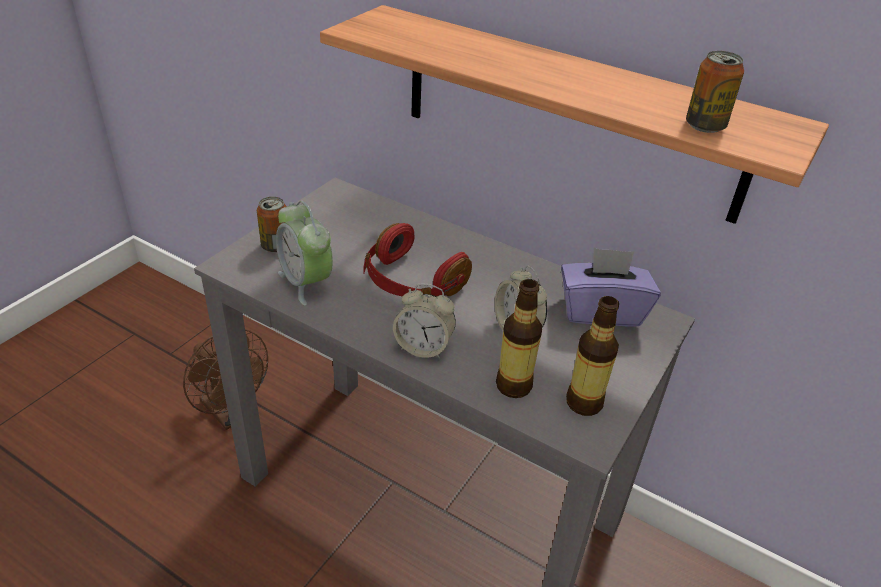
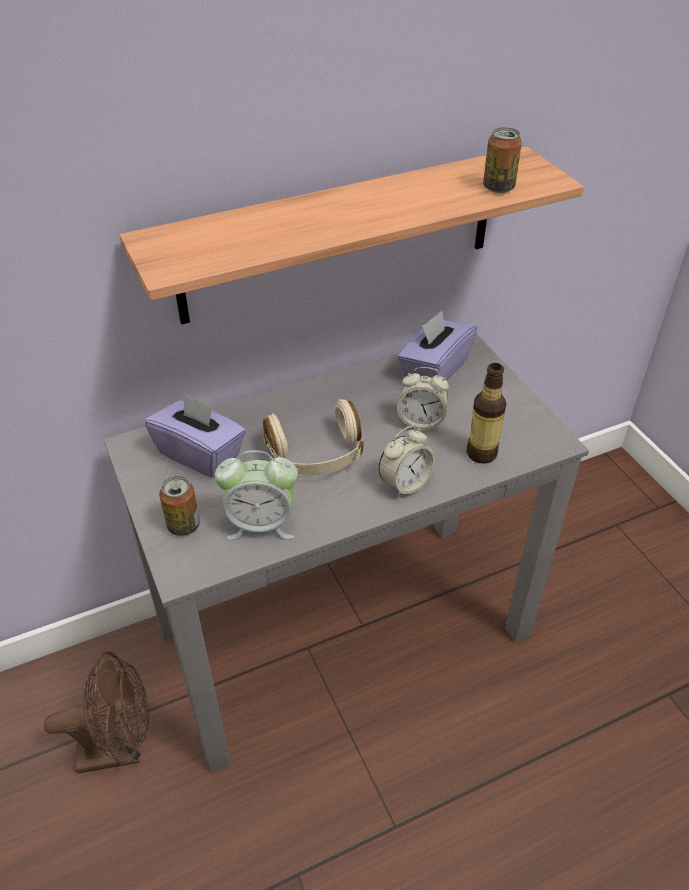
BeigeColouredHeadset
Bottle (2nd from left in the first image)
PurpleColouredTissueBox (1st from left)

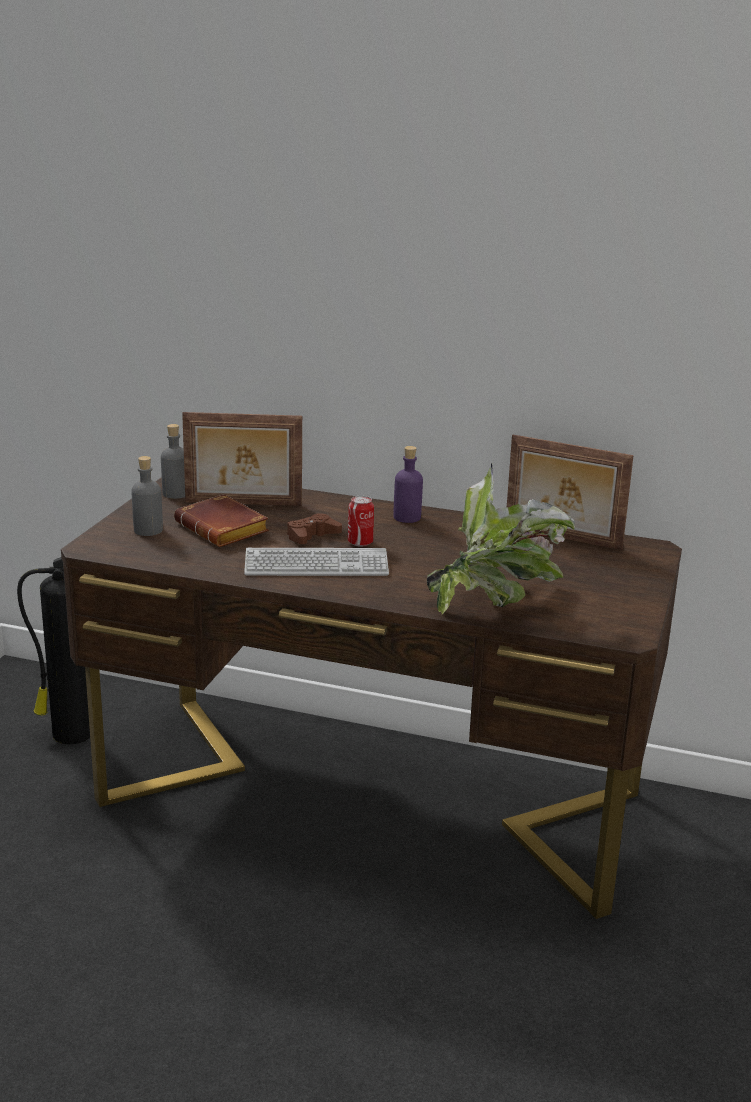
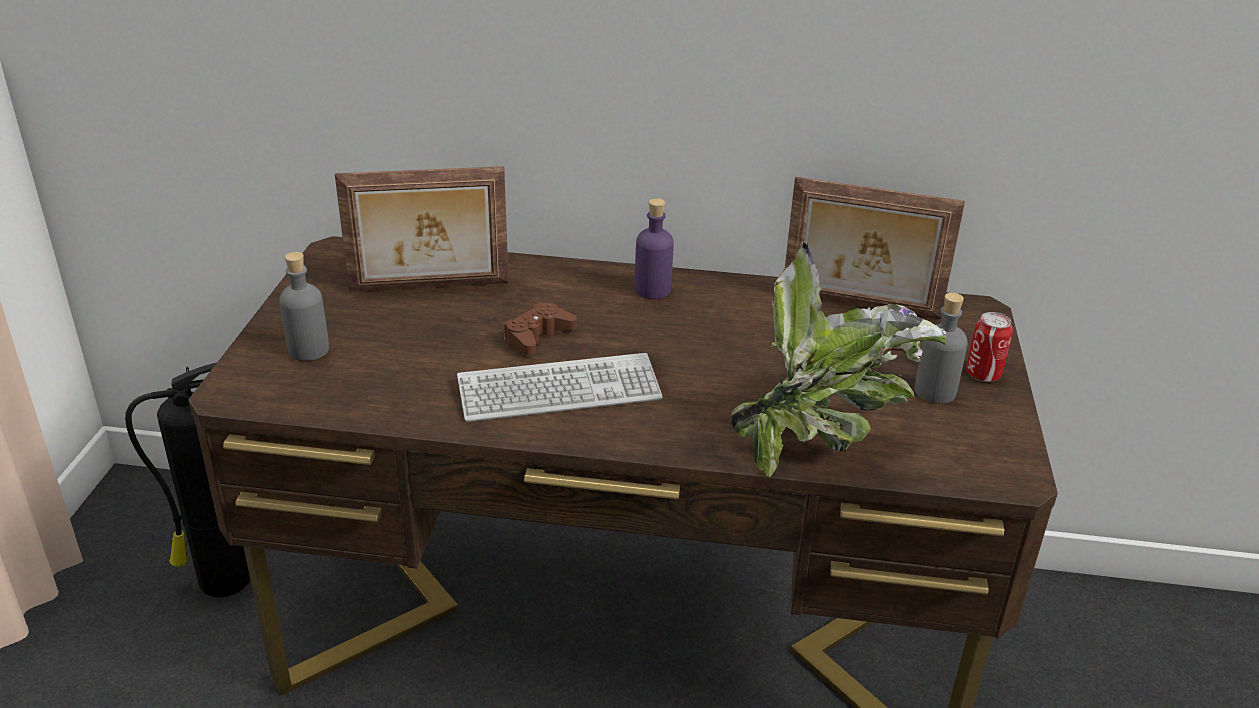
GrayBottle (2nd from left)
BrownishBoundBook
SealedCan

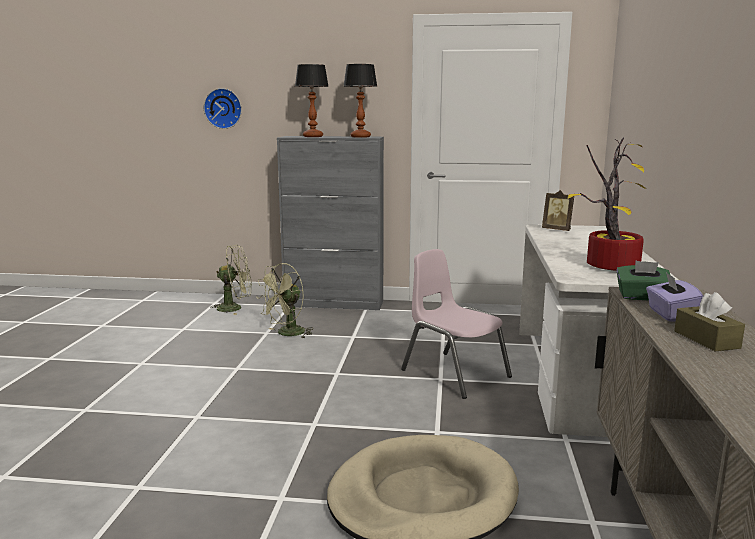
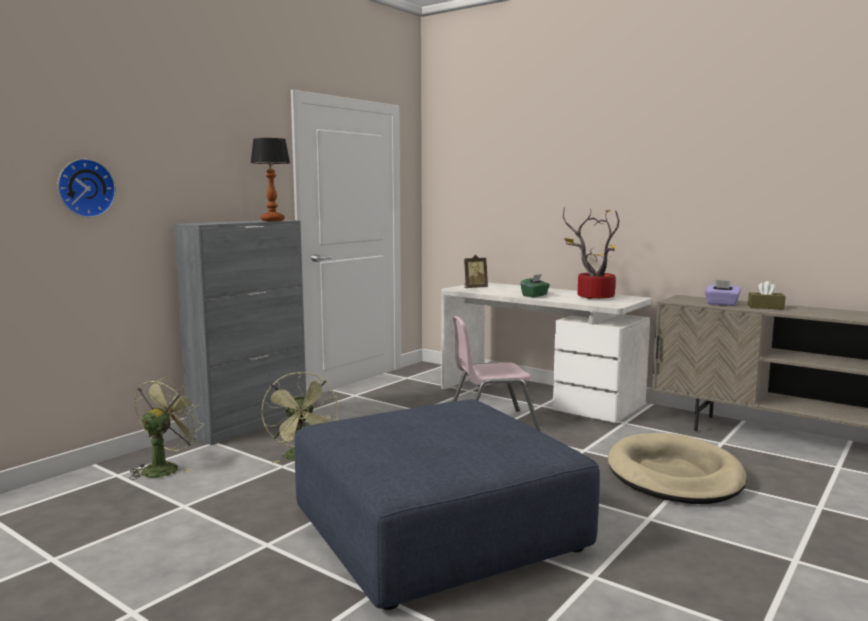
TableLamp (1st from left in the first image)
GreenishTissueBox
BlueOttoman

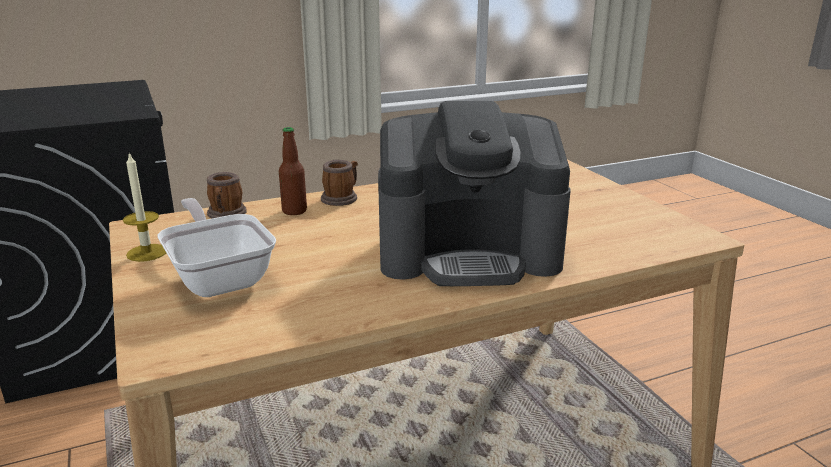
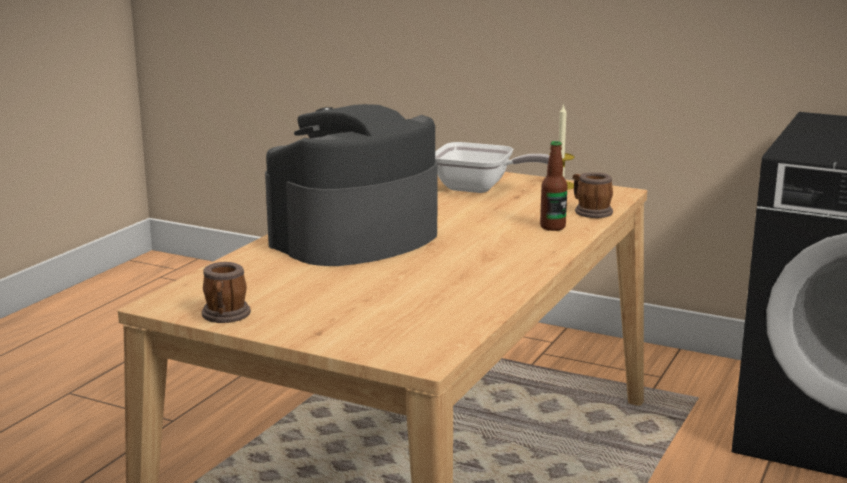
CoffeeMug (1st from left)

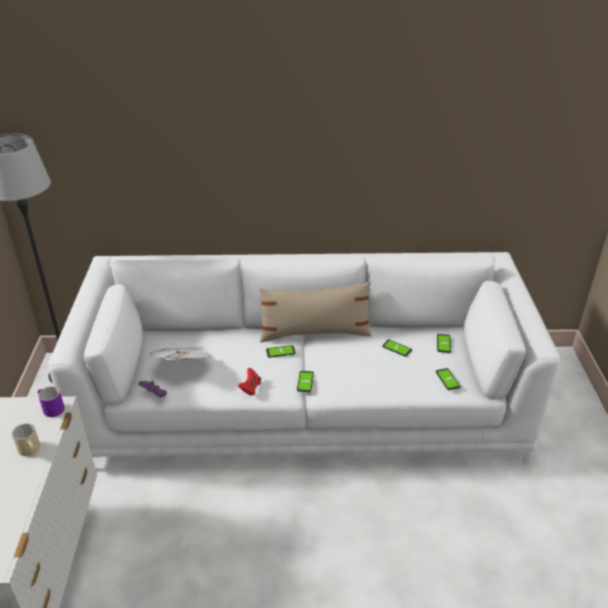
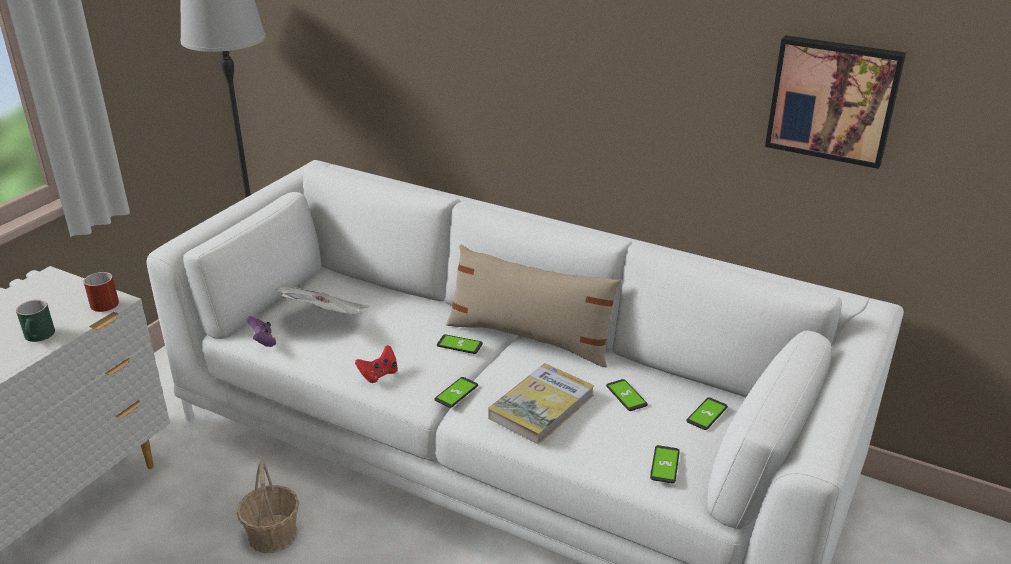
GreenishCoffeeMug
RedColouredCoffeeMug
StorageBasket
BoundBook
Picture

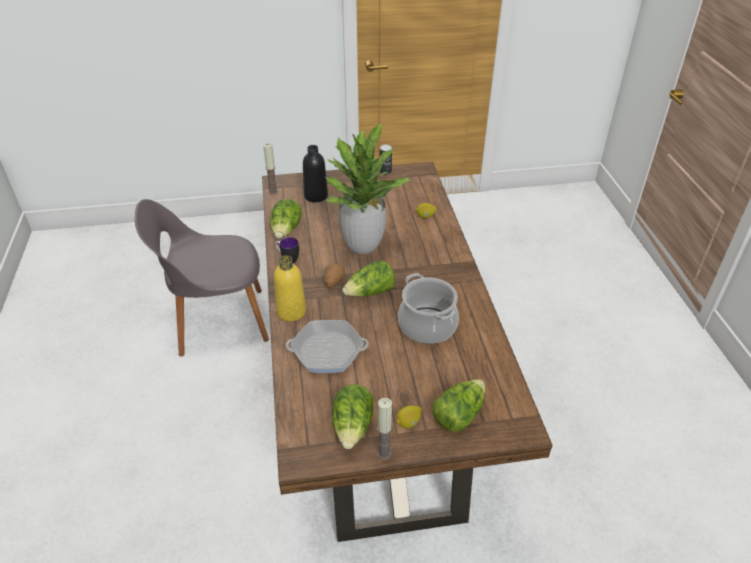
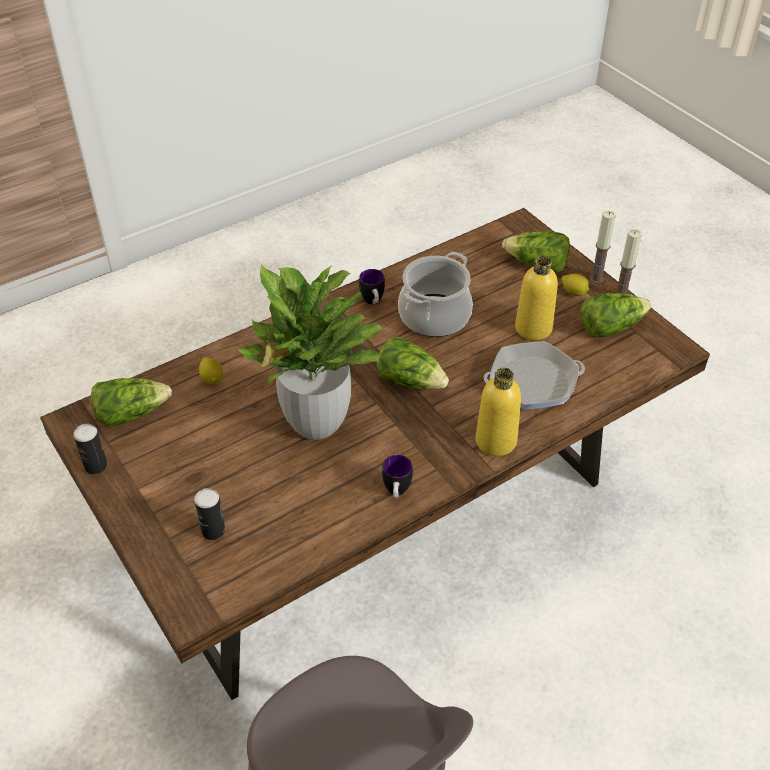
WaxCandle (1st from left)
Lettuce (1st from left)
Skillet
SealedCan (2nd from left)
Spud
CoffeeMug (1st from left)
YellowishBottle (2nd from left)

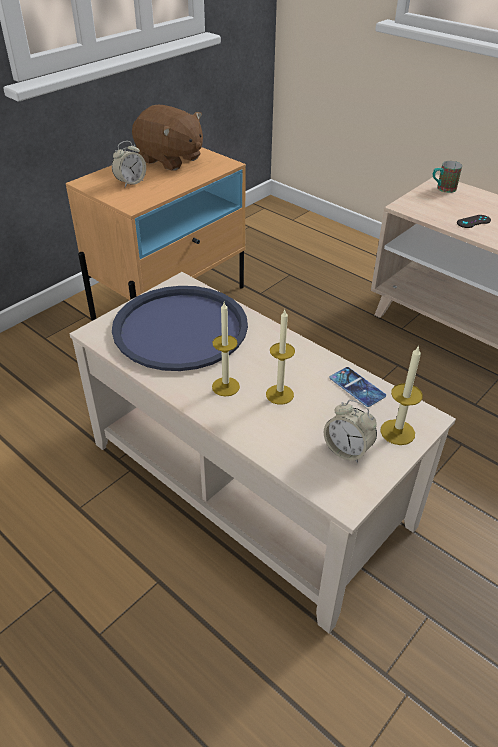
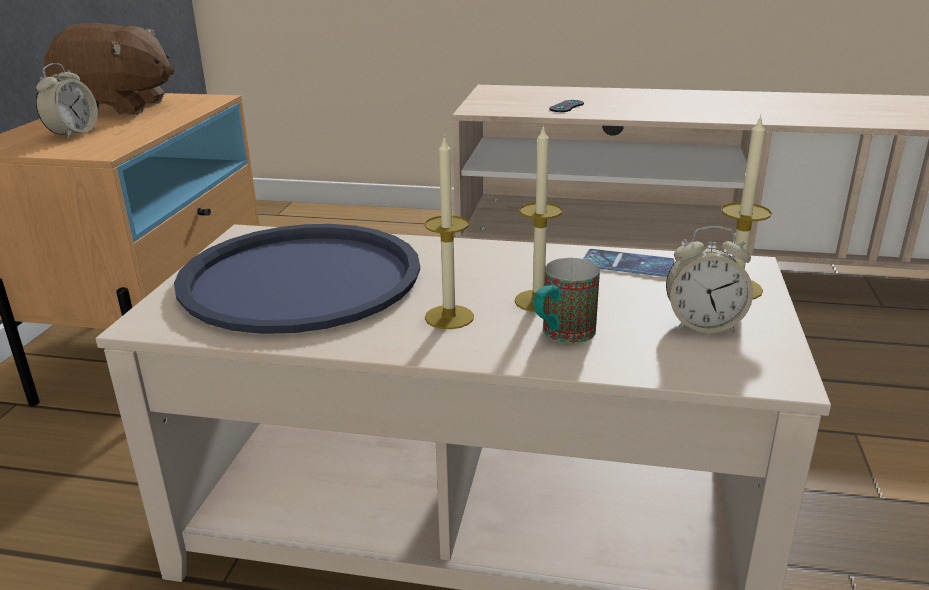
CoffeeMug

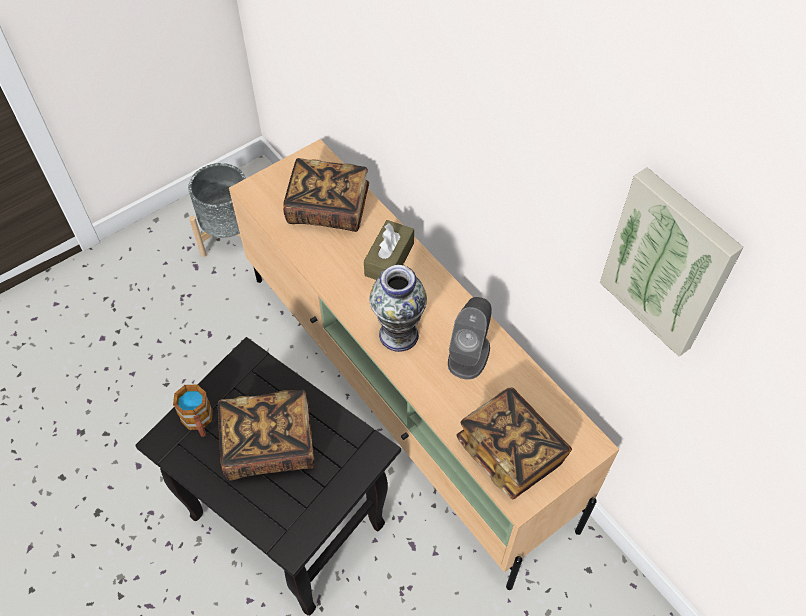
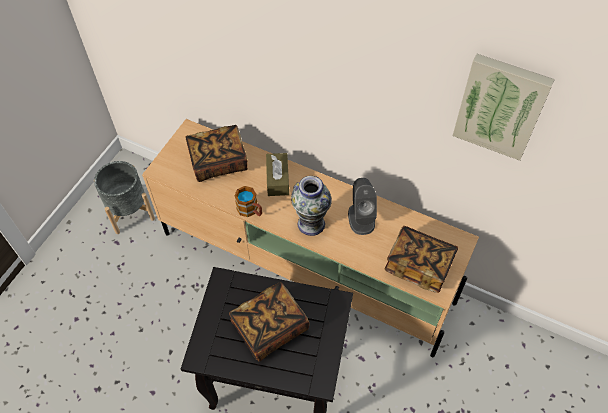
CoffeeMug

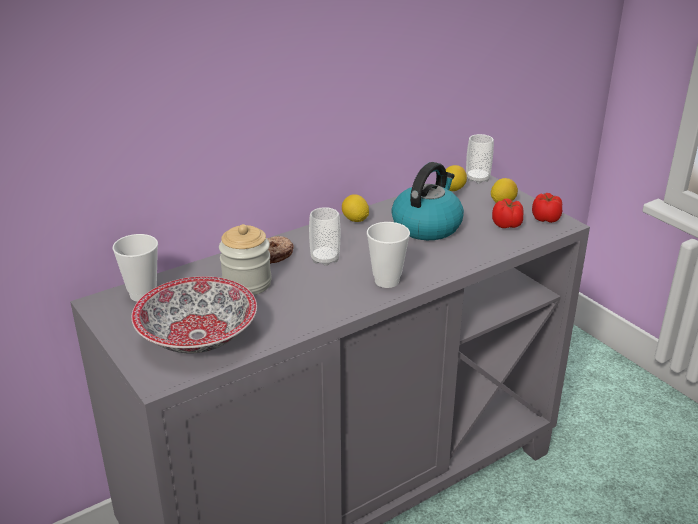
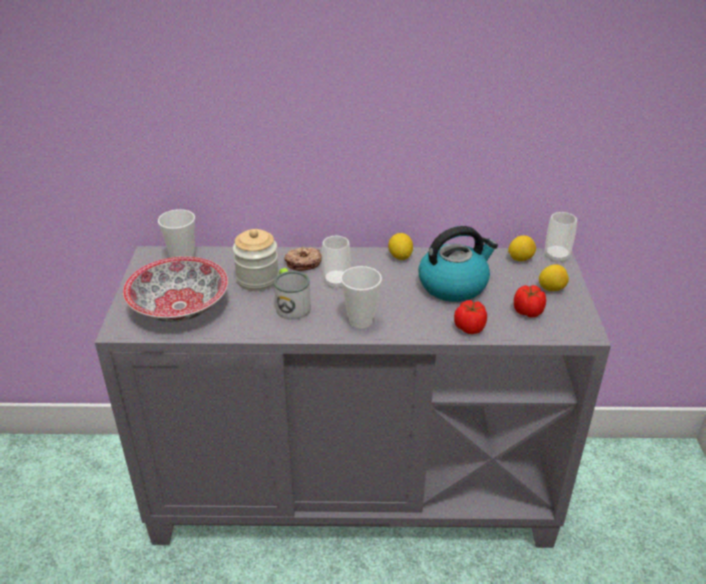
WholeTomato (1st from left)
CoffeeMug

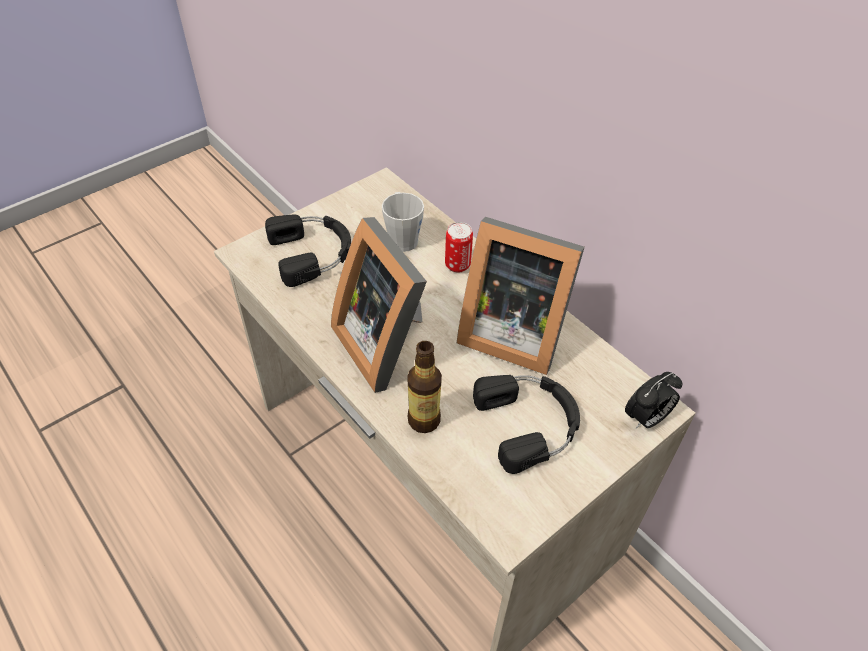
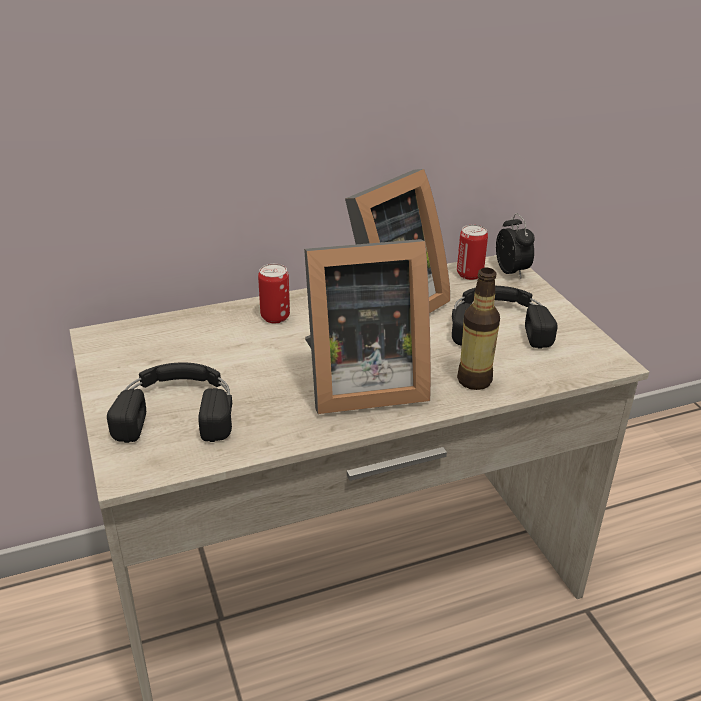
GrayCoffeeMug
SealedCan (2nd from left)

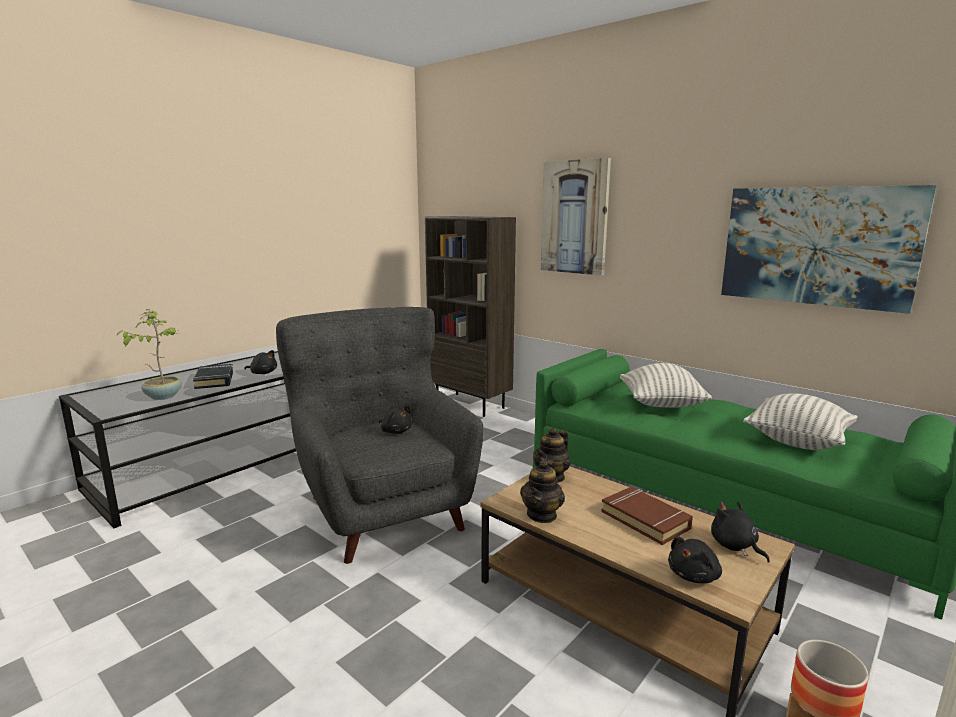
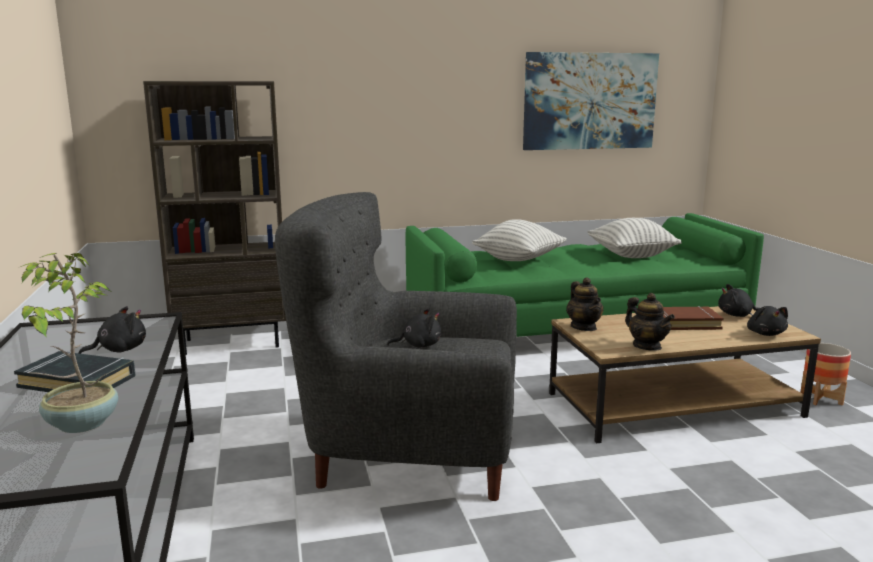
Picture (1st from left in the first image)

